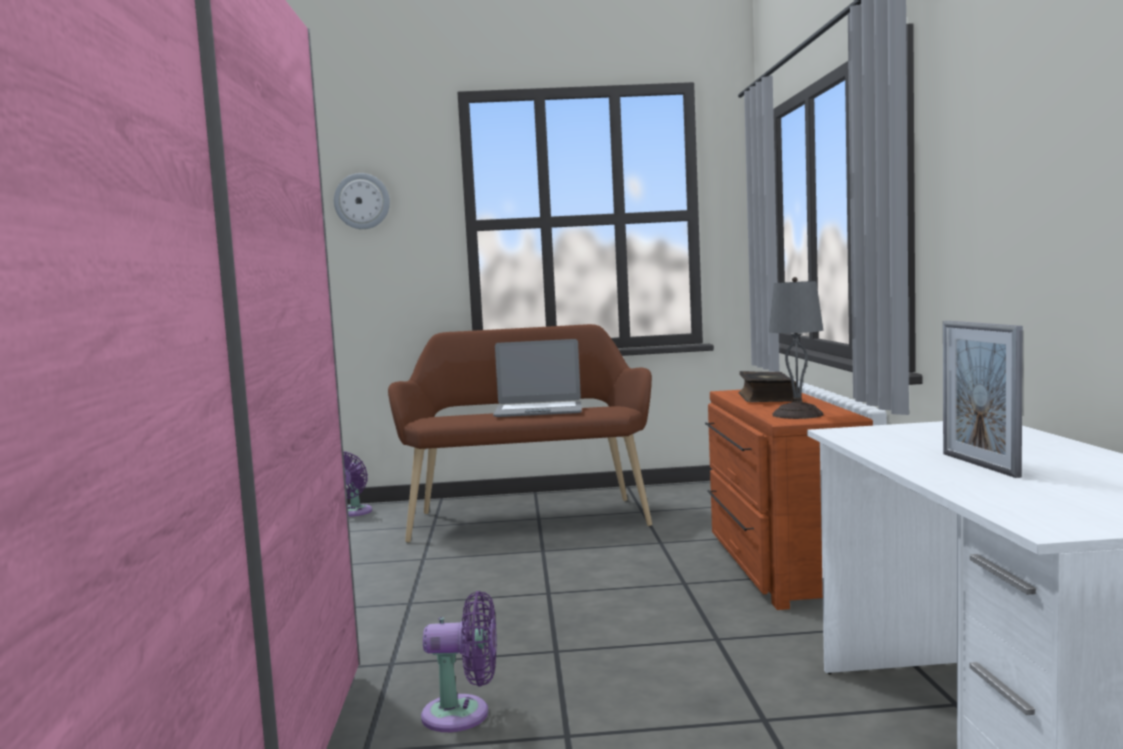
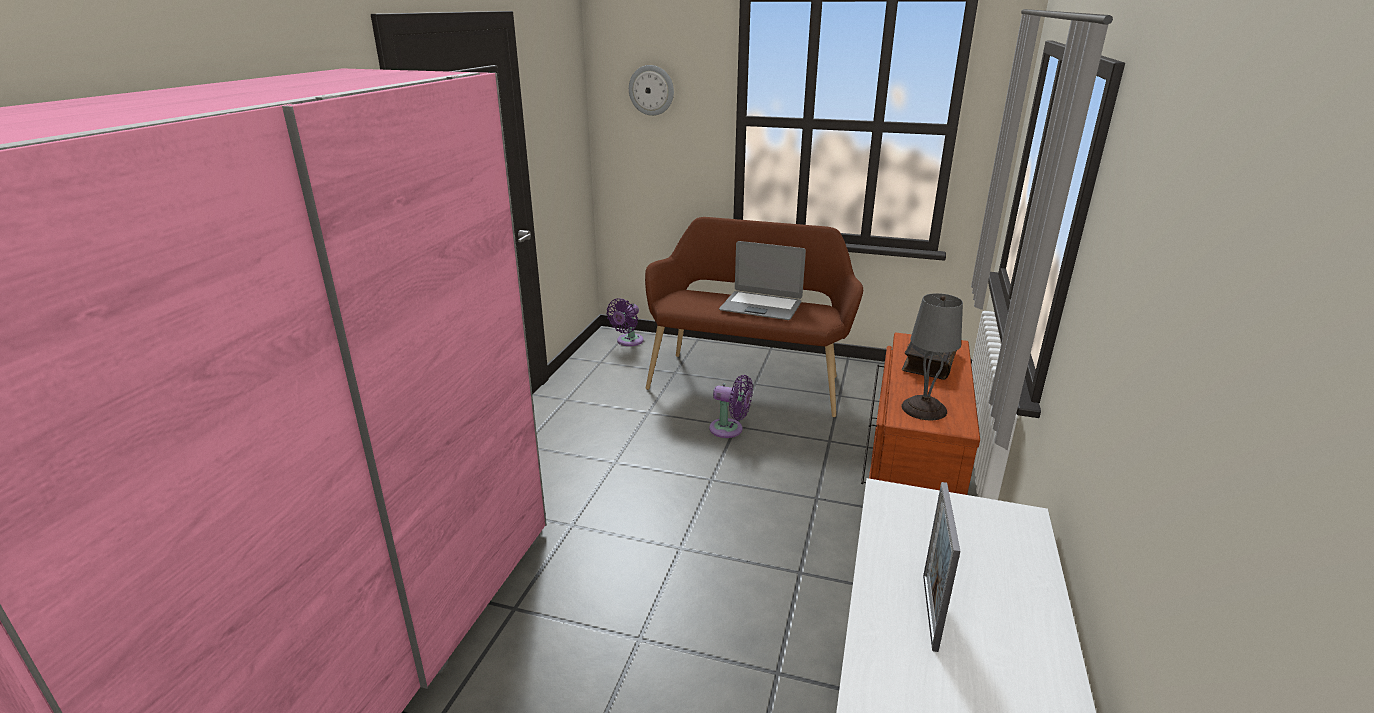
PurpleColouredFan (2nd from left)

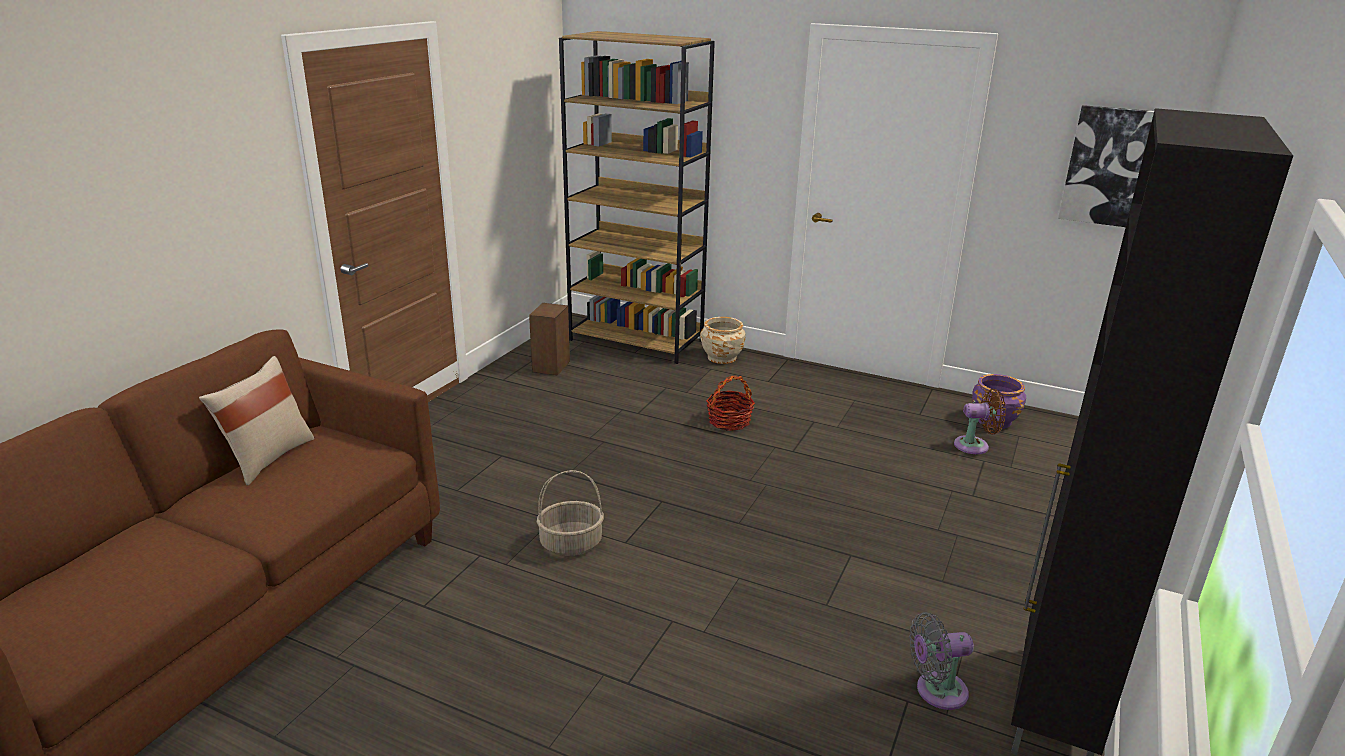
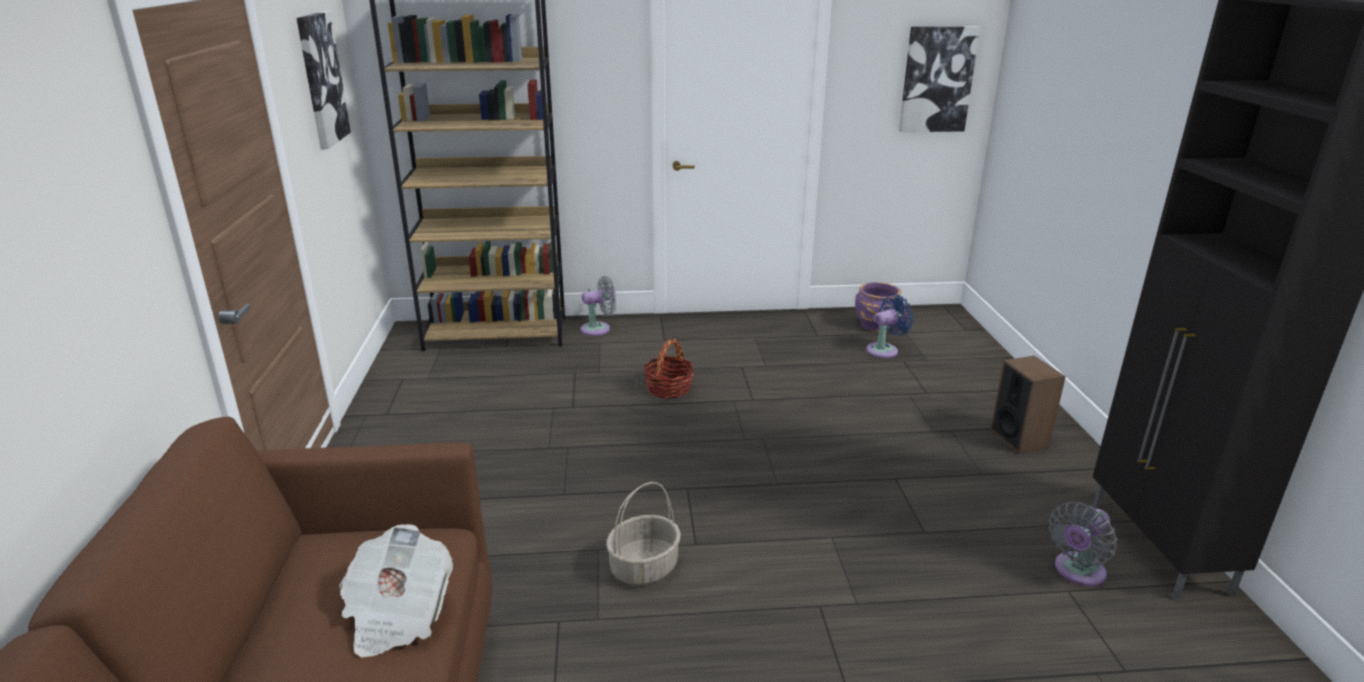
BeigeColouredCushion
AudioSpeaker
GrayFan (1st from left)
BlueFan
Picture (1st from left)
Newspaper

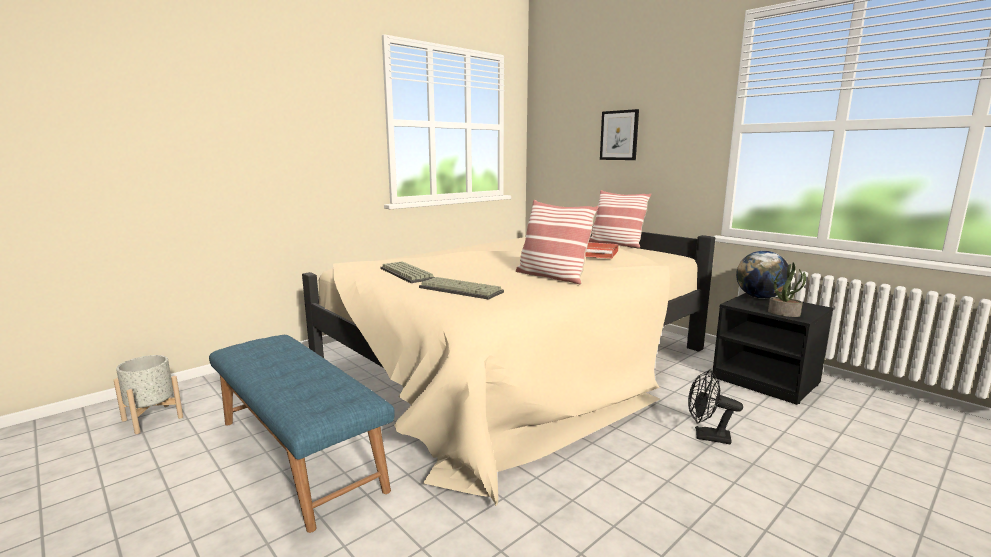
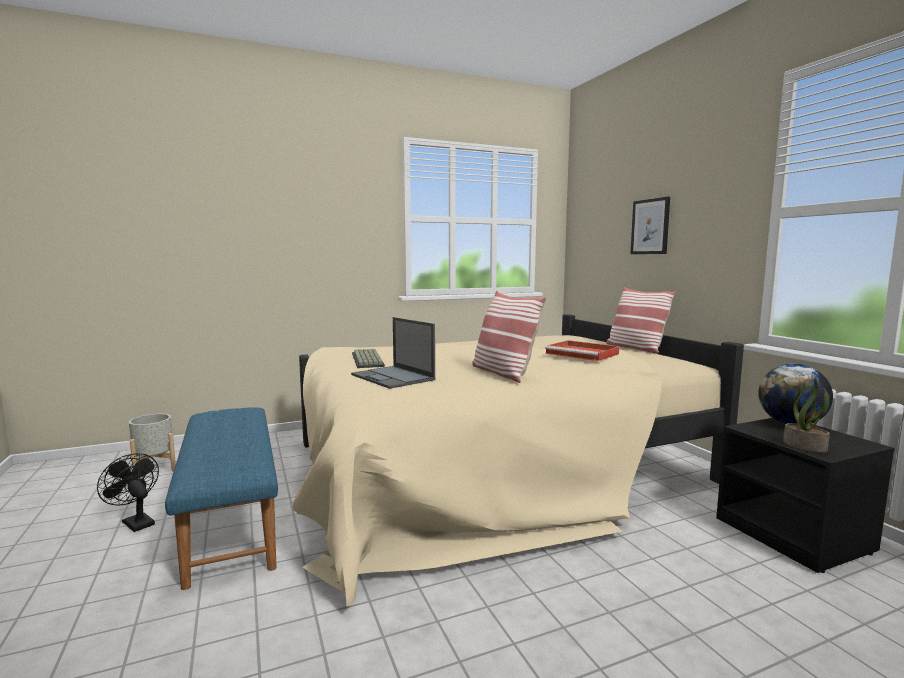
NotebookComputer
BlackFan

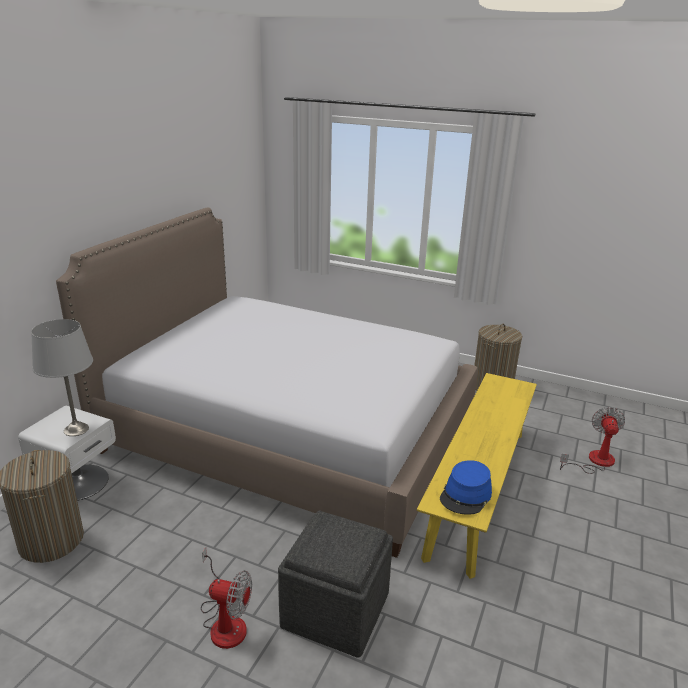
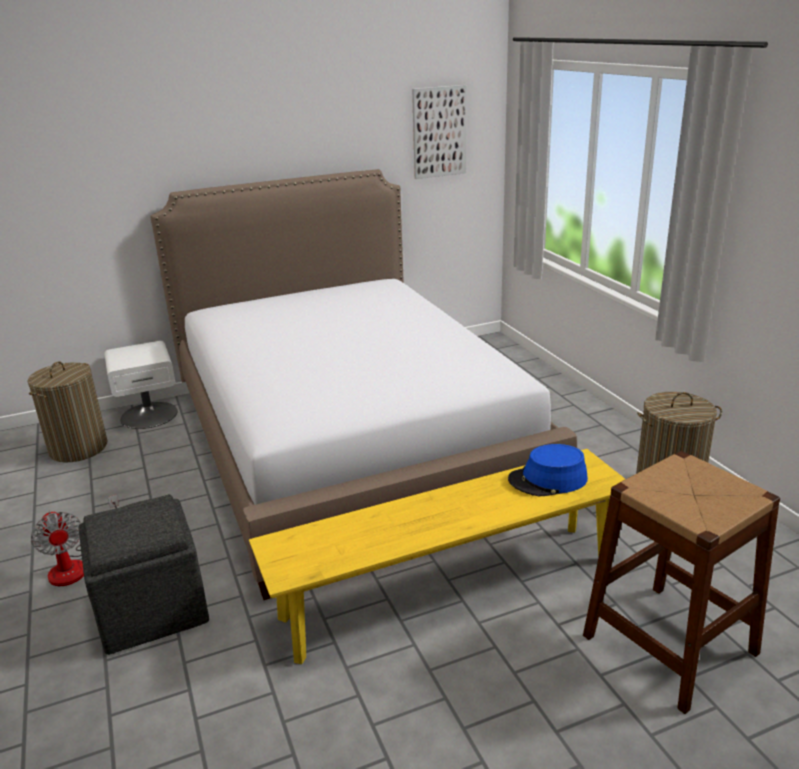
GrayTableLamp
BlueHat
BrownishSittingStool
Picture

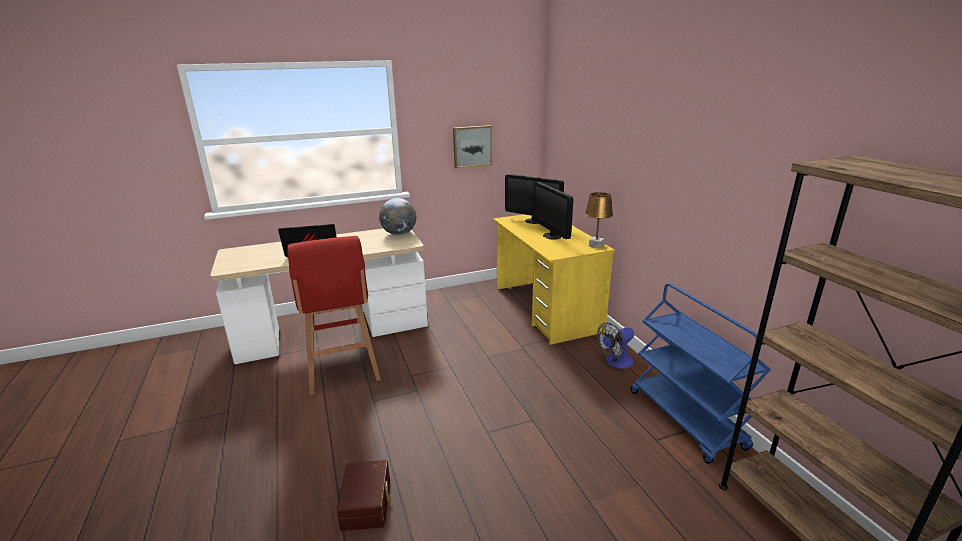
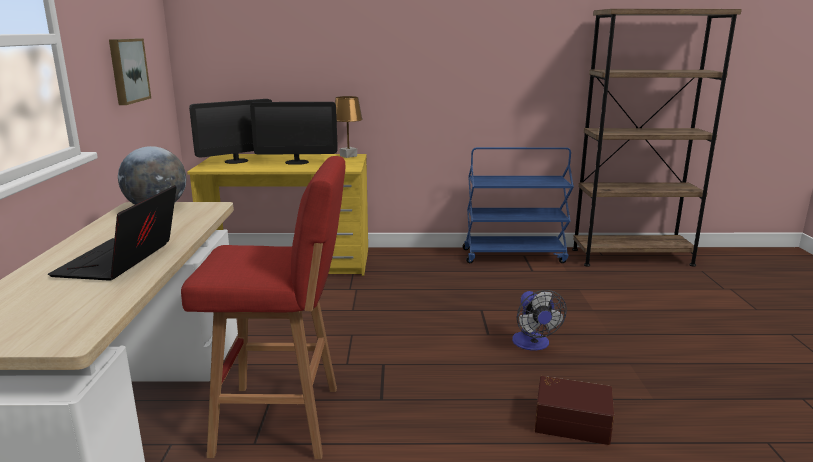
Fan

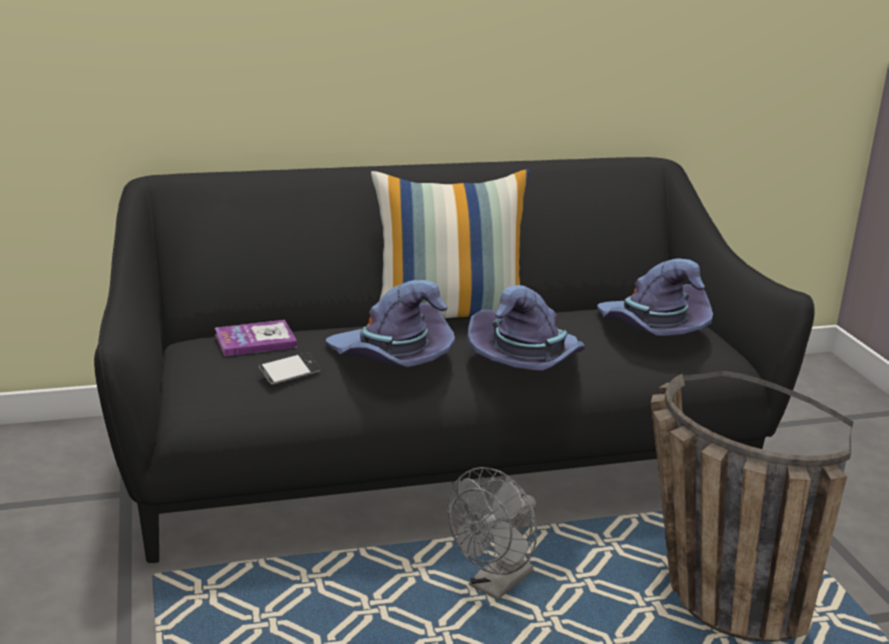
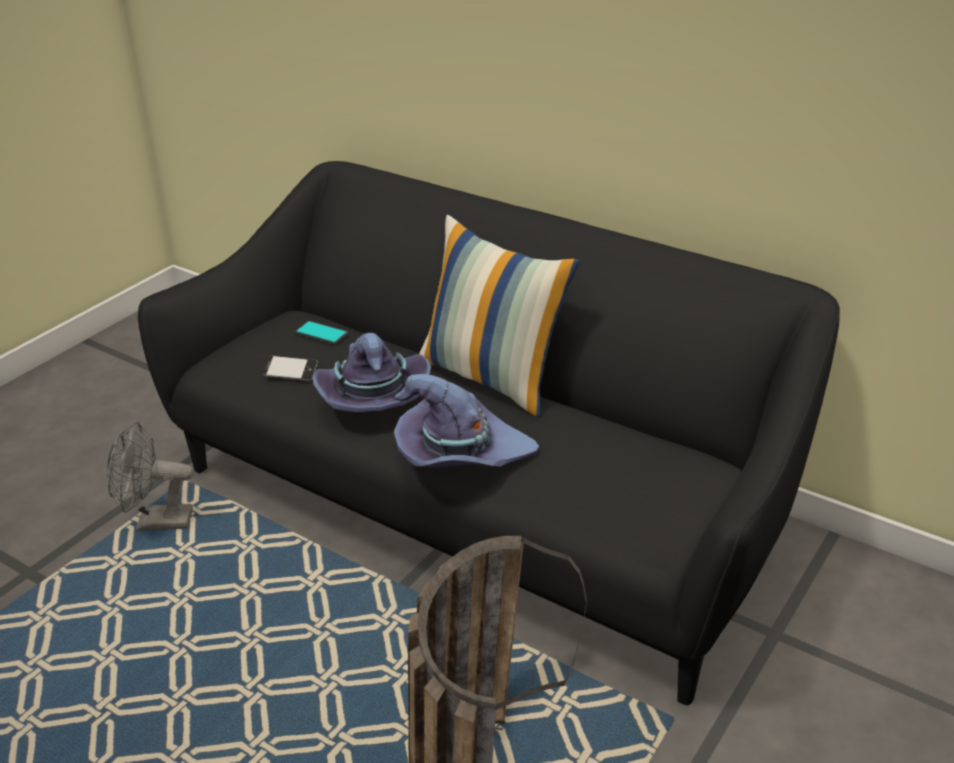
Telephone (2nd from left)
GrayFan
PurpleColouredHat (3rd from left in the first image)

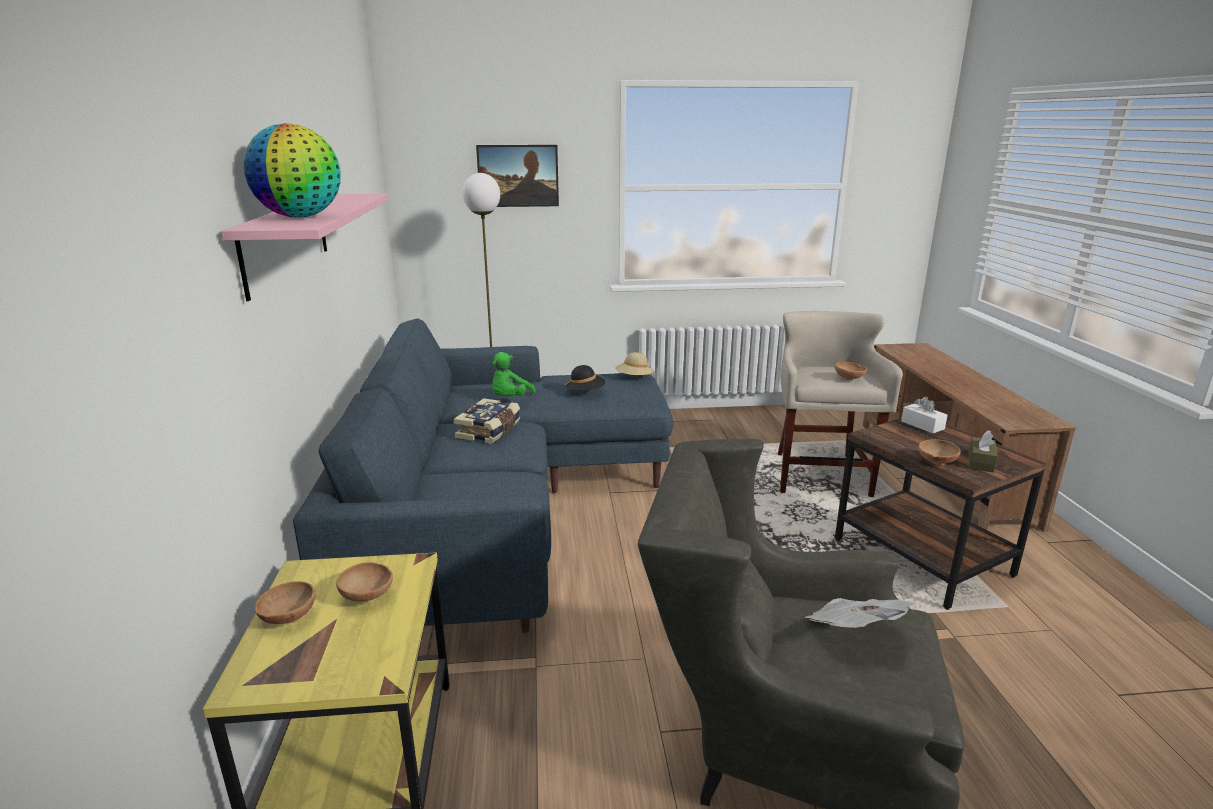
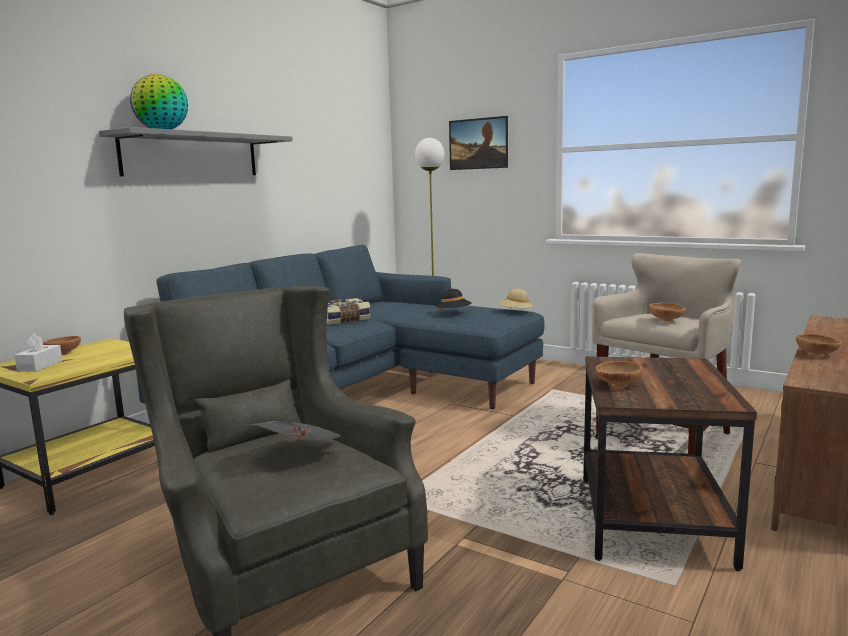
GrayBracketShelf
BrownishServingBowl (4th from left)
GreenishPlushToy
WhiteColouredTissueBox
BrownishTissueBox

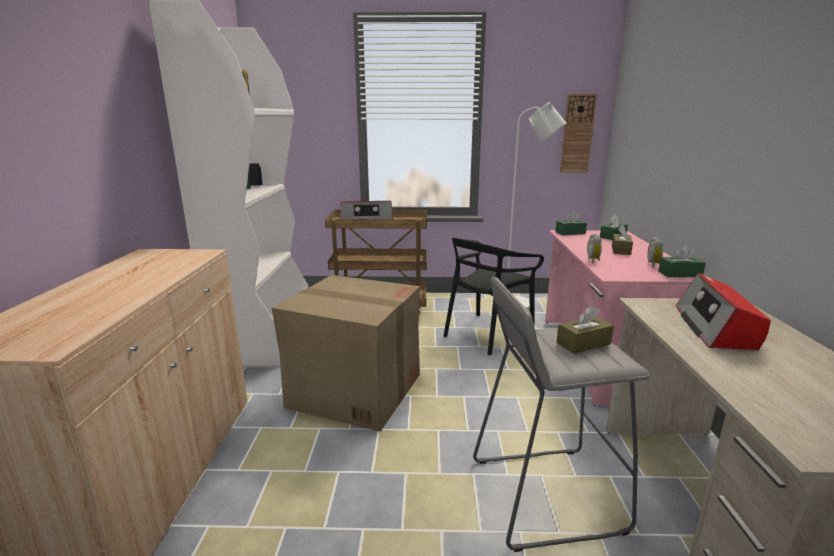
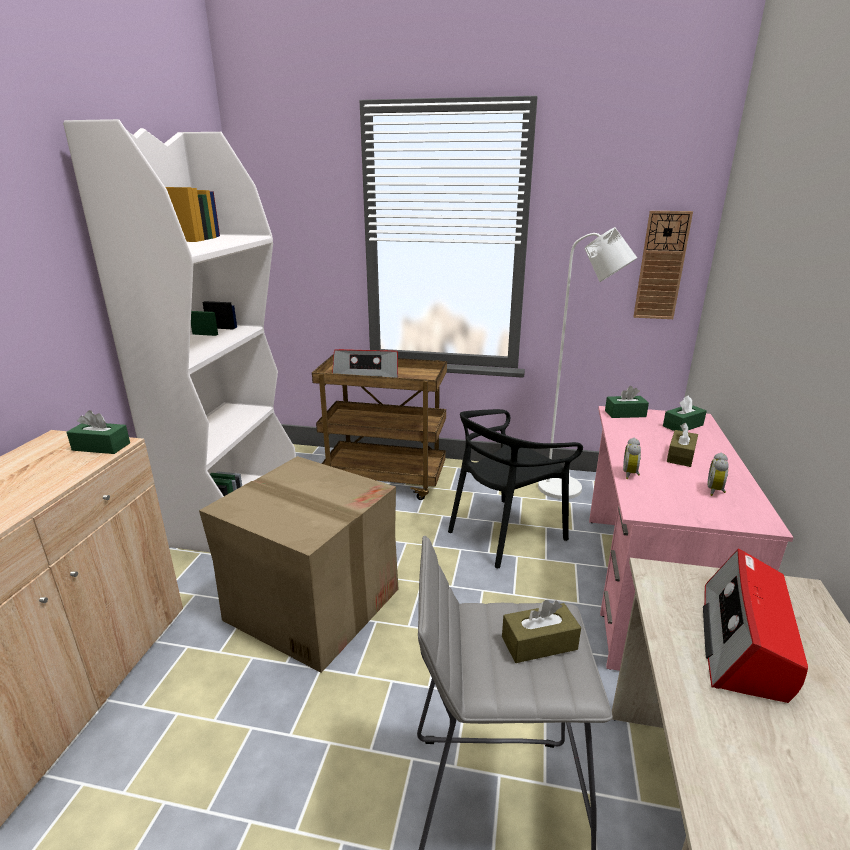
GreenishTissueBox (1st from left)

